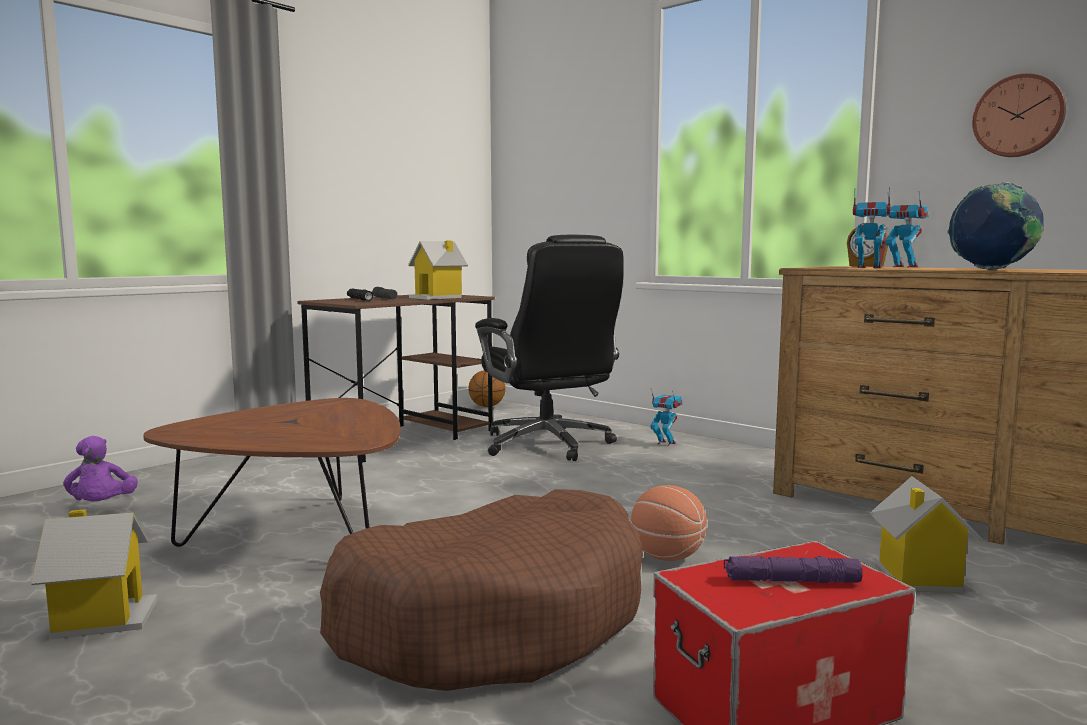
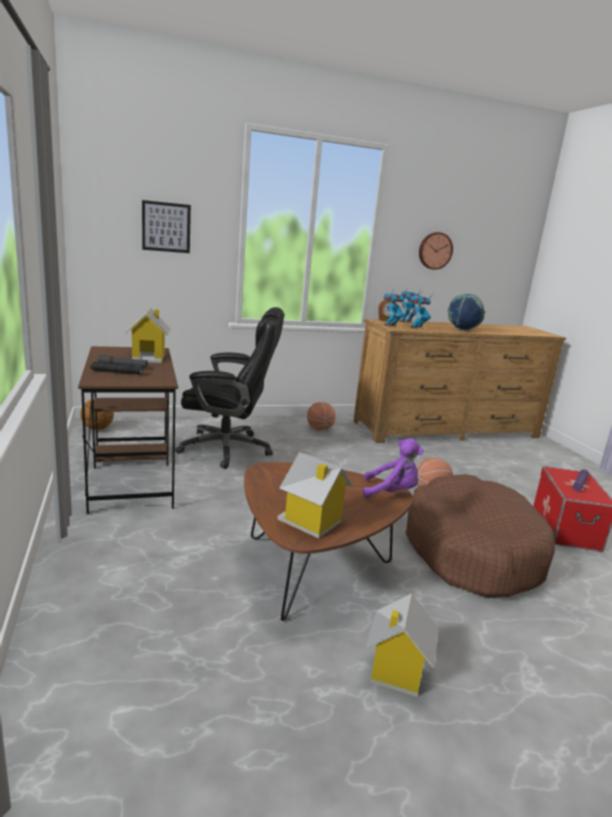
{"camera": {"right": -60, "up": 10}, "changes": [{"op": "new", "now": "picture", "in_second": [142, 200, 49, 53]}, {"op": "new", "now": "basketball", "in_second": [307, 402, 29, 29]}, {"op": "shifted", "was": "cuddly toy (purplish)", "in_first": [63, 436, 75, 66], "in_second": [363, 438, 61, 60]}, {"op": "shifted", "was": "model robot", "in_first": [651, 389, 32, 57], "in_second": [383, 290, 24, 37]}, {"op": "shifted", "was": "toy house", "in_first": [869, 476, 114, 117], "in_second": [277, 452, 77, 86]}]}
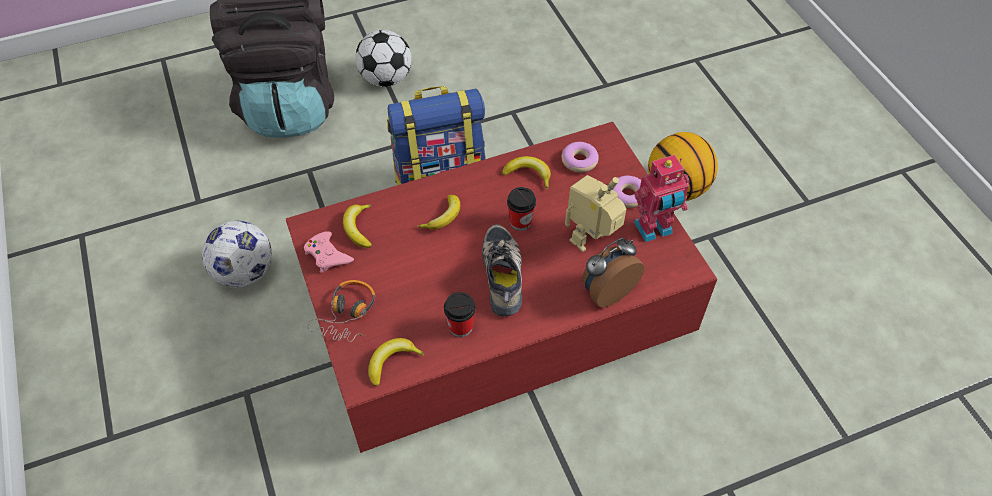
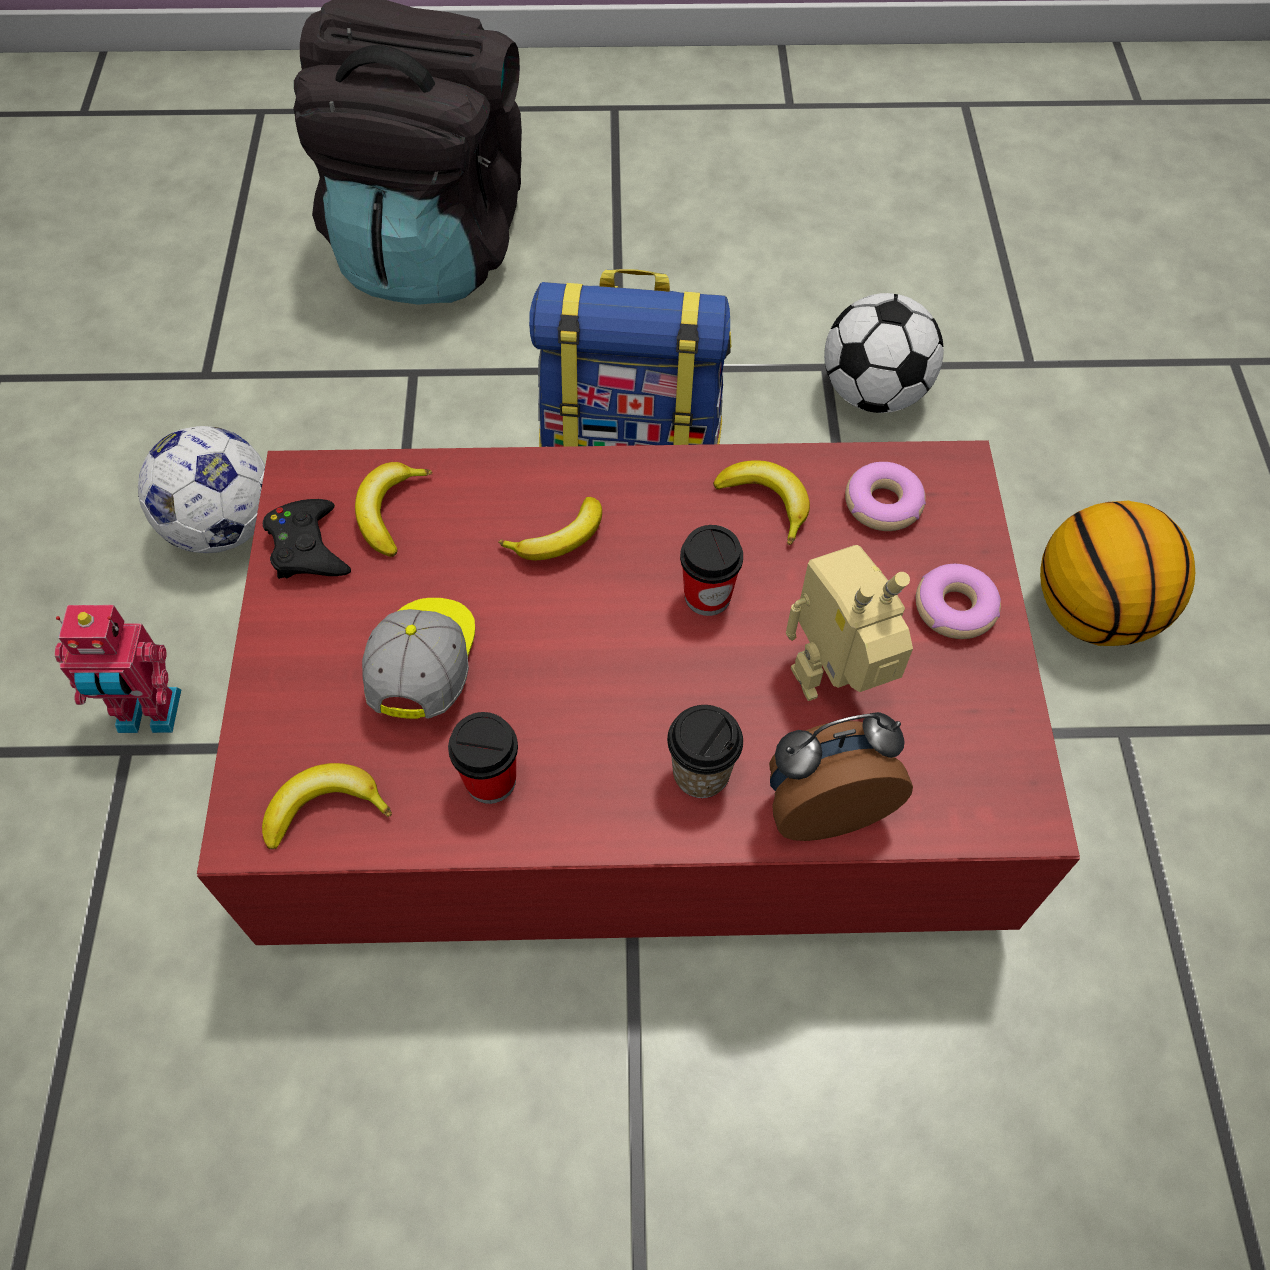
{"camera": {"right": 20, "up": 5}, "changes": [{"op": "gone", "was": "headset", "in_first": [307, 280, 68, 62]}, {"op": "gone", "was": "low shoe", "in_first": [482, 224, 40, 93]}, {"op": "new", "now": "peaked cap", "in_second": [362, 598, 113, 121]}, {"op": "new", "now": "small cup", "in_second": [667, 705, 76, 93]}, {"op": "shifted", "was": "football", "in_first": [355, 30, 57, 57], "in_second": [824, 293, 120, 120]}, {"op": "shifted", "was": "model robot", "in_first": [634, 155, 55, 87], "in_second": [55, 605, 126, 128]}, {"op": "repainted", "was": "joypad (pink-coloured)", "now": "joypad (black-coloured)", "in_first": [304, 231, 50, 42], "in_second": [263, 499, 88, 80]}]}
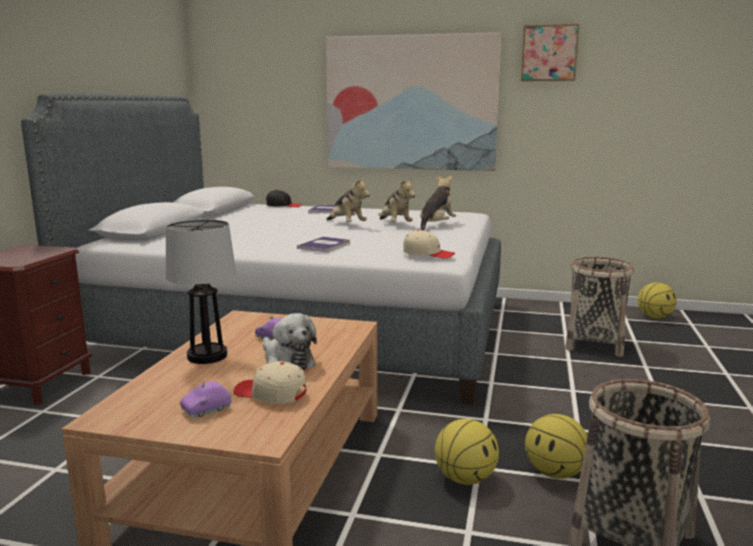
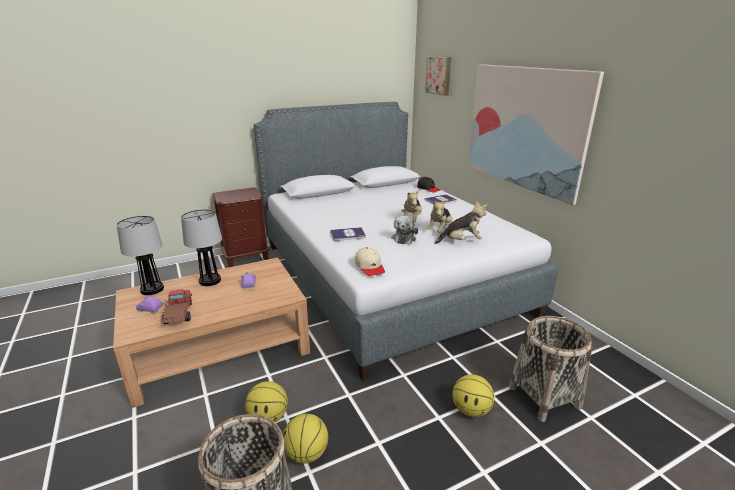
{"camera": {"right": 50, "up": 10}, "changes": [{"op": "new", "now": "tabletop lamp", "in_second": [117, 216, 47, 79]}, {"op": "shifted", "was": "cuddly toy", "in_first": [263, 313, 54, 57], "in_second": [391, 216, 27, 28]}, {"op": "shifted", "was": "picture", "in_first": [521, 24, 58, 57], "in_second": [425, 56, 26, 40]}, {"op": "shifted", "was": "basketball", "in_first": [637, 282, 40, 36], "in_second": [452, 374, 42, 43]}, {"op": "swapped", "was": "peaked cap (beige)", "now": "toy lorry", "in_first": [234, 361, 73, 43], "in_second": [160, 289, 32, 35]}]}
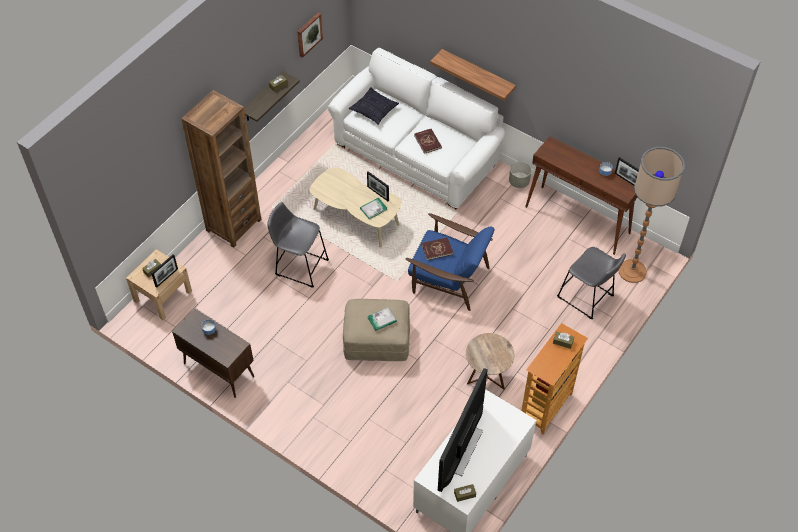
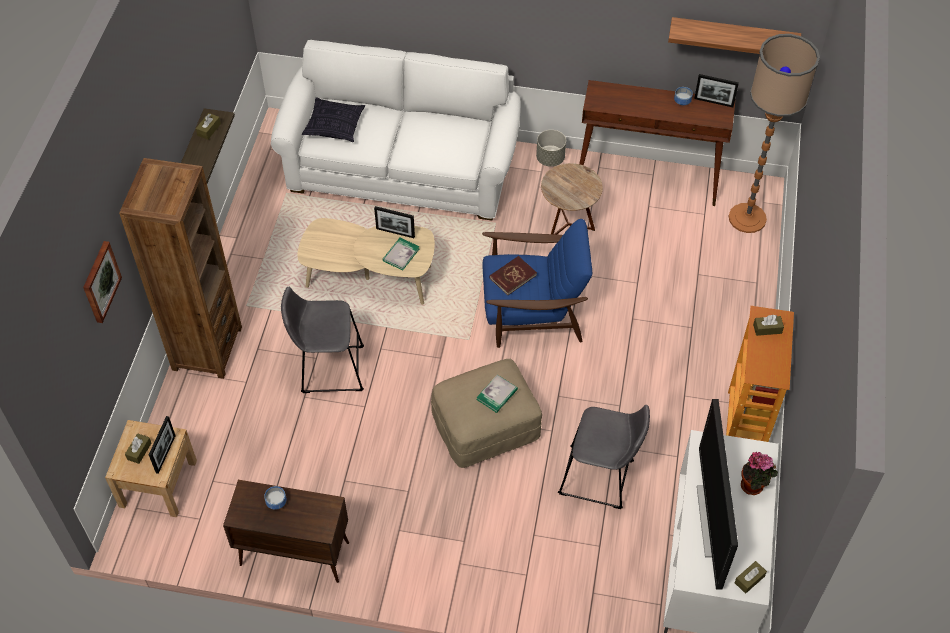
{"camera": {"right": -25, "up": 0}, "changes": [{"op": "gone", "was": "volume (reddish)", "in_first": [414, 129, 28, 25]}, {"op": "new", "now": "plant in a pot", "in_second": [741, 452, 37, 43]}, {"op": "shifted", "was": "picture", "in_first": [297, 12, 26, 46], "in_second": [83, 241, 39, 82]}, {"op": "shifted", "was": "wall shelf", "in_first": [430, 49, 86, 52], "in_second": [668, 17, 133, 37]}, {"op": "shifted", "was": "side table (brownish)", "in_first": [466, 333, 48, 57], "in_second": [541, 163, 62, 72]}, {"op": "shifted", "was": "sitting stool (gray)", "in_first": [557, 247, 69, 73], "in_second": [558, 405, 92, 104]}]}
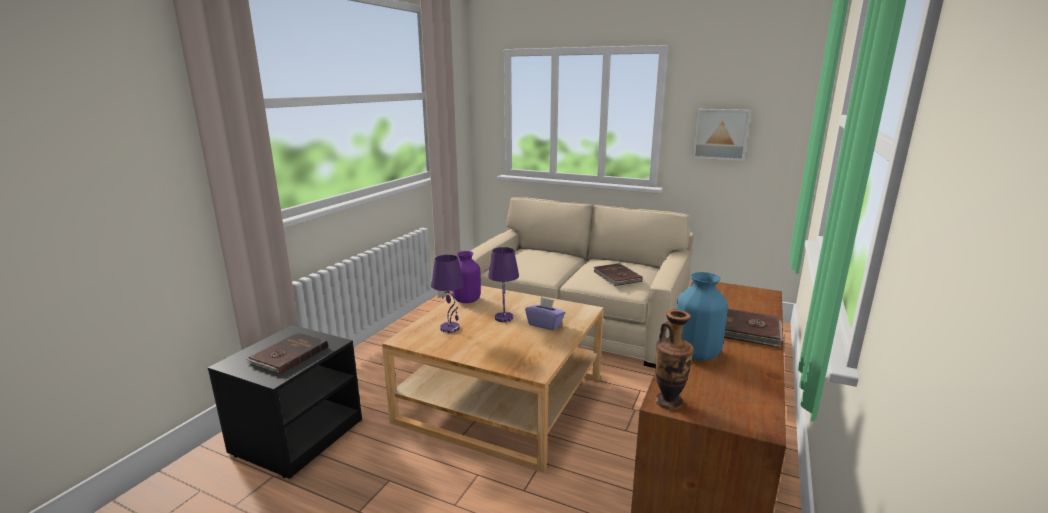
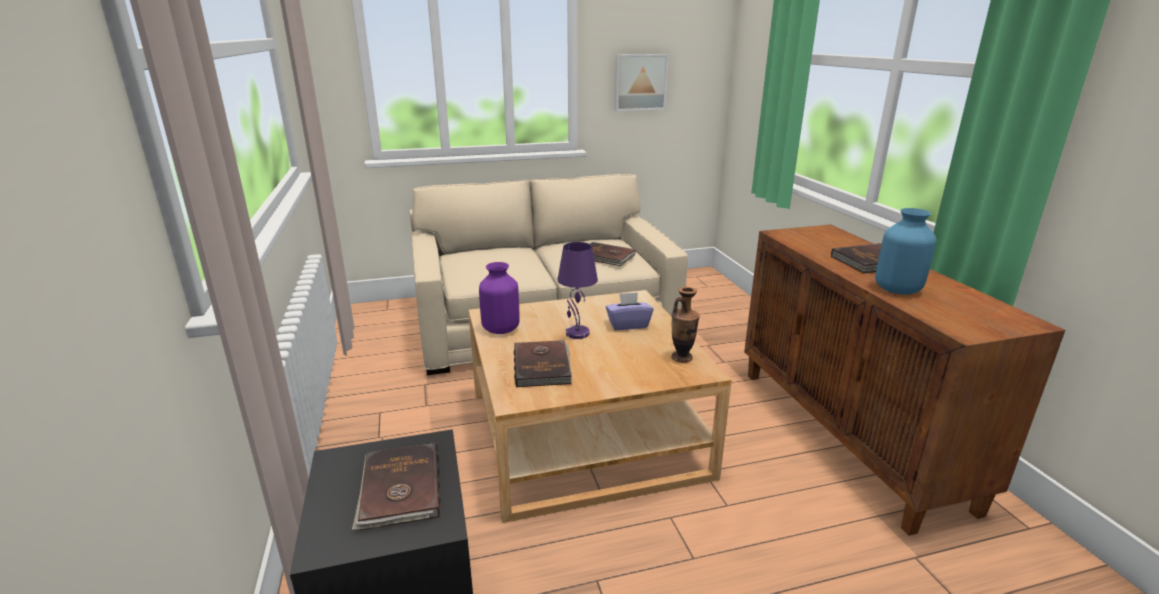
{"camera": {"right": -40, "up": 5}, "changes": [{"op": "shifted", "was": "decorative vase", "in_first": [655, 310, 39, 100], "in_second": [671, 287, 29, 76]}, {"op": "swapped", "was": "tabletop lamp (purplish)", "now": "volume (brownish)", "in_first": [431, 255, 33, 78], "in_second": [514, 340, 58, 47]}]}
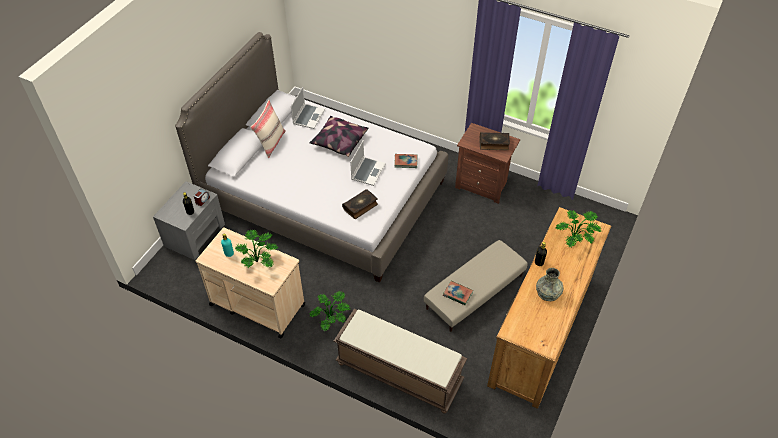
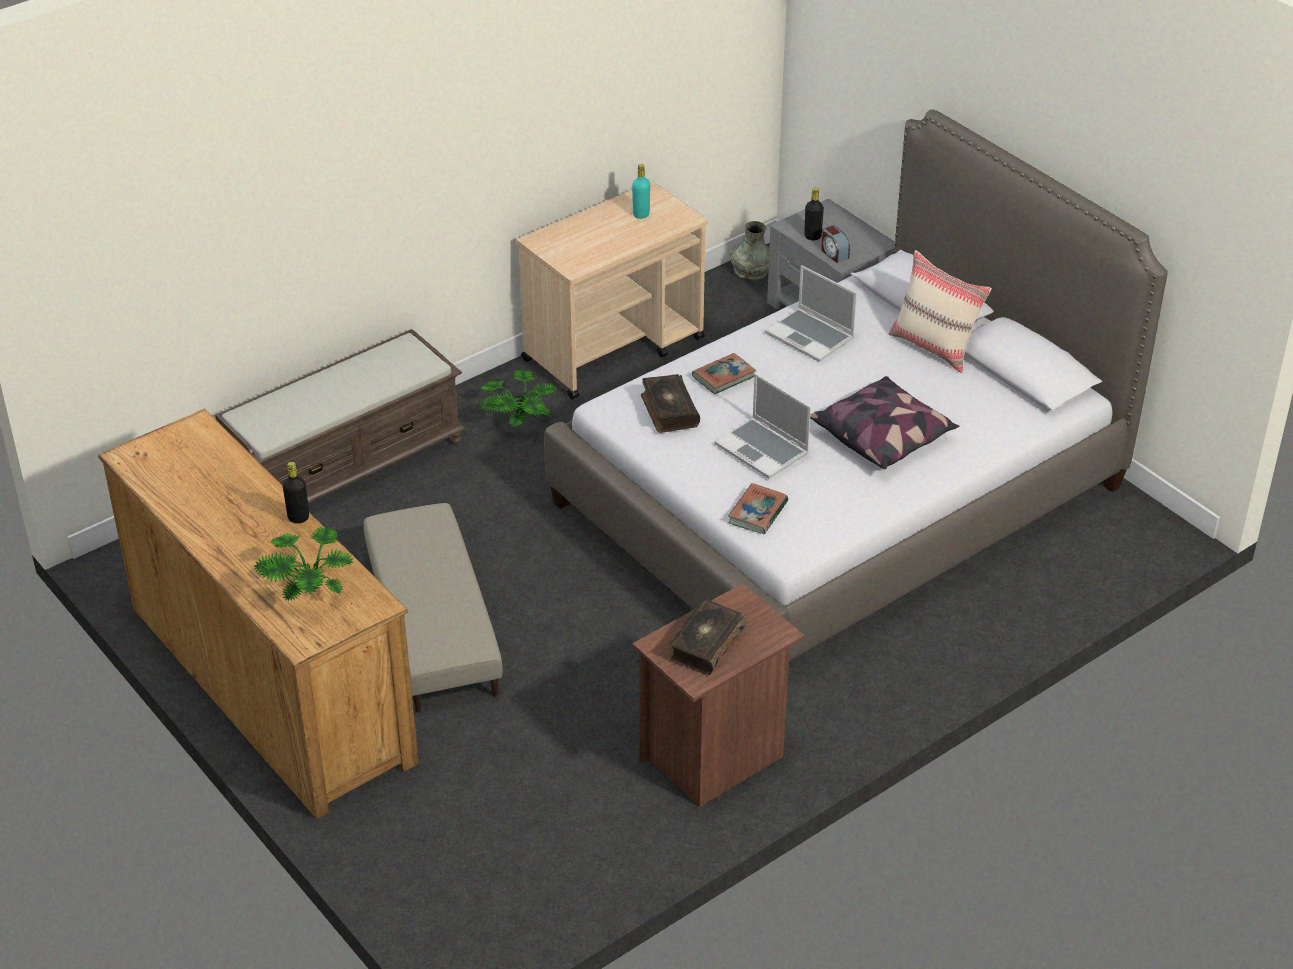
{"camera": {"right": 115, "up": -10}, "changes": [{"op": "gone", "was": "plant in a pot", "in_first": [235, 229, 44, 39]}, {"op": "shifted", "was": "notebook computer", "in_first": [291, 87, 34, 42], "in_second": [765, 265, 92, 97]}, {"op": "shifted", "was": "volume", "in_first": [443, 281, 30, 24], "in_second": [692, 353, 64, 41]}, {"op": "shifted", "was": "decorative vase (gray)", "in_first": [536, 268, 27, 34], "in_second": [730, 221, 39, 60]}]}
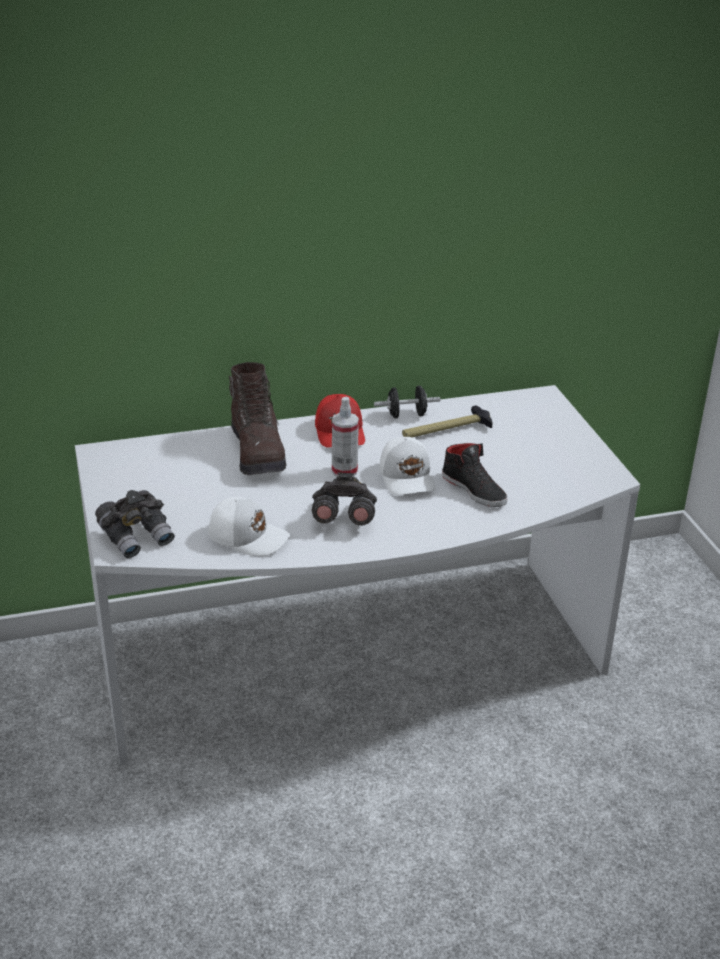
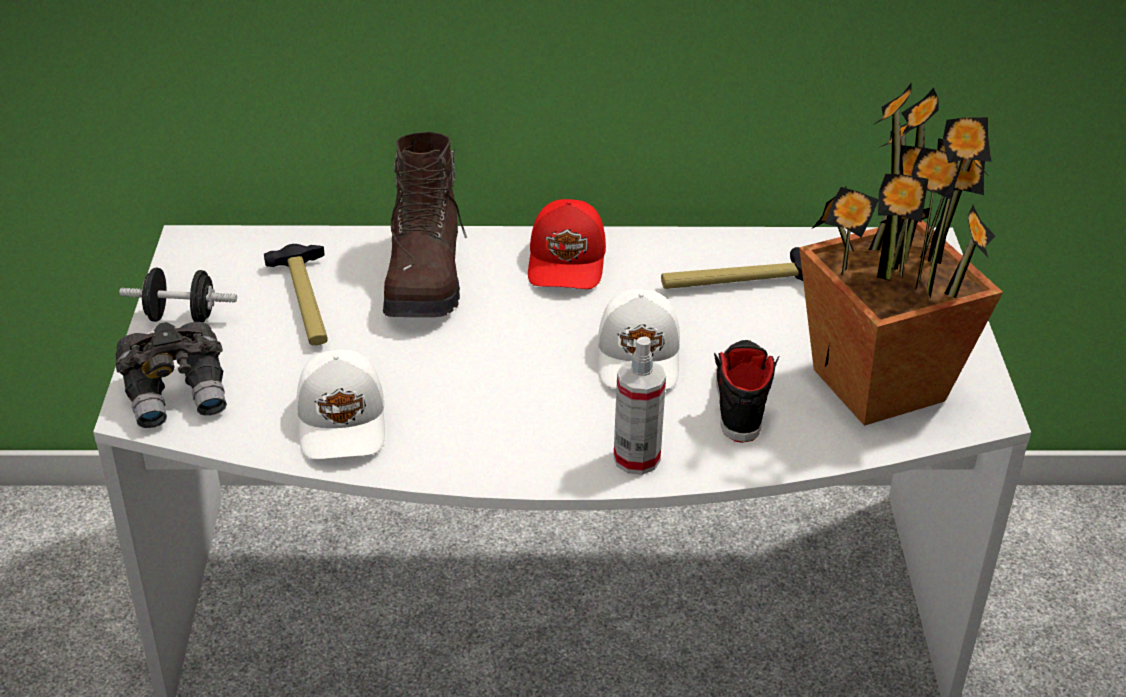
{"camera": {"right": 15, "up": 5}, "changes": [{"op": "gone", "was": "pair of binoculars (gray)", "in_first": [311, 472, 66, 54]}, {"op": "new", "now": "hand hammer", "in_second": [264, 244, 64, 101]}, {"op": "new", "now": "plant in a pot", "in_second": [799, 82, 204, 344]}, {"op": "shifted", "was": "hand sprayer", "in_first": [332, 397, 27, 80], "in_second": [614, 336, 52, 139]}, {"op": "shifted", "was": "free weight (black-coloured)", "in_first": [374, 386, 66, 32], "in_second": [119, 268, 118, 54]}, {"op": "rotated", "was": "peaked cap (white-coloured)", "in_first": [208, 497, 82, 59], "in_second": [297, 350, 88, 109], "clockwise": 45}, {"op": "rotated", "was": "low shoe (black-coloured)", "in_first": [442, 443, 65, 64], "in_second": [714, 340, 65, 103], "clockwise": -150}]}
